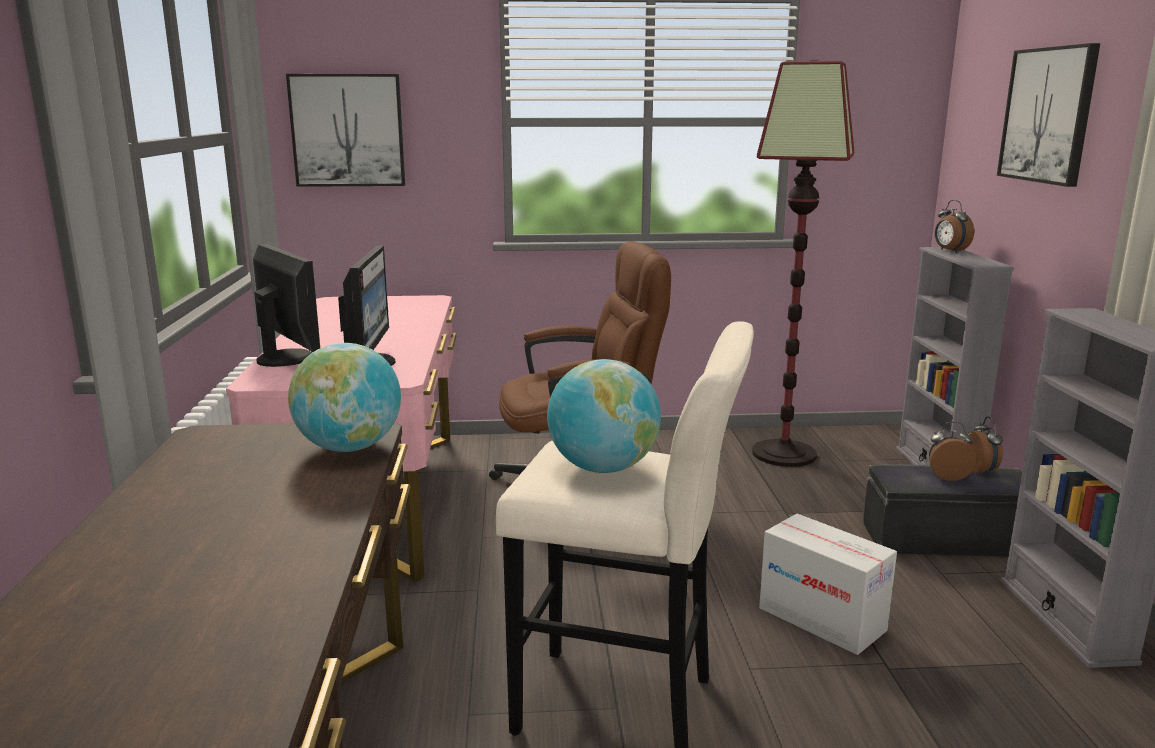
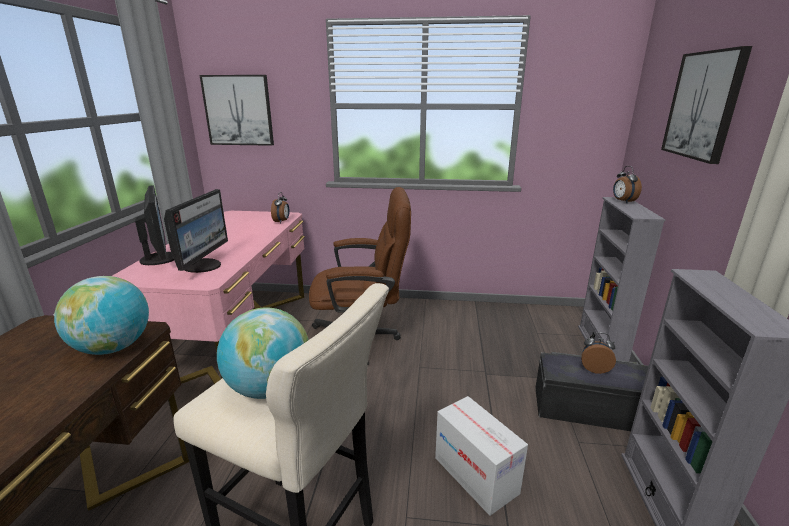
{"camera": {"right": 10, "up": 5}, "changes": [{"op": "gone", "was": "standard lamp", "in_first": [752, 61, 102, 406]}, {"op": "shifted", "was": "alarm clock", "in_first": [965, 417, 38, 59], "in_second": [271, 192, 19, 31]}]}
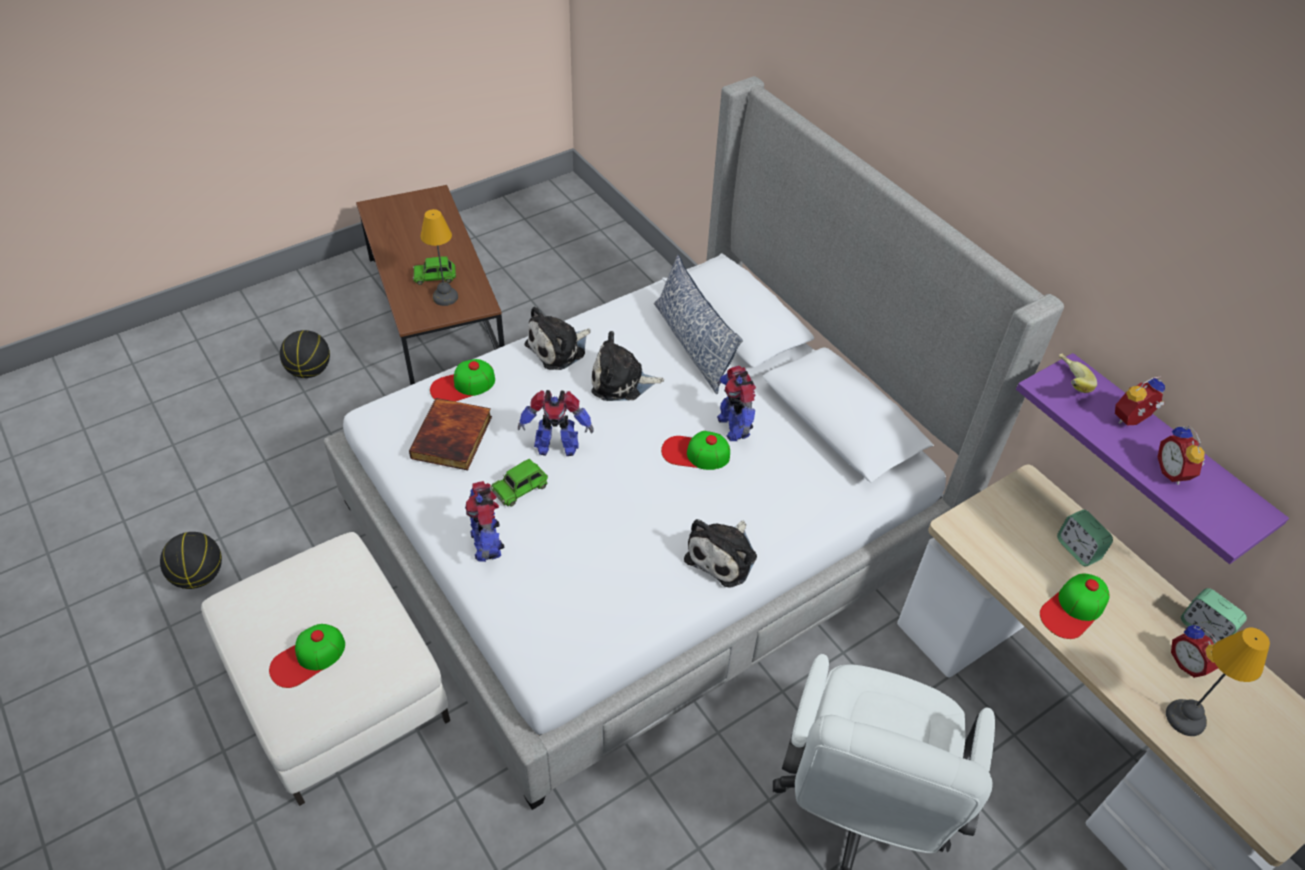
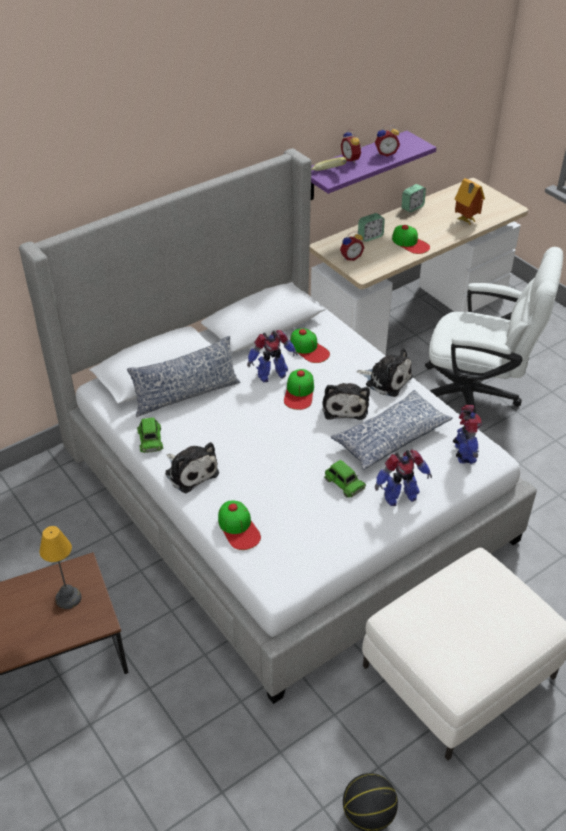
{"camera": {"right": -90, "up": -5}, "changes": [{"op": "gone", "was": "basketball", "in_first": [280, 330, 50, 48]}, {"op": "gone", "was": "volume", "in_first": [409, 398, 83, 72]}, {"op": "new", "now": "cushion", "in_second": [331, 390, 122, 80]}, {"op": "shifted", "was": "peaked cap", "in_first": [269, 624, 76, 64], "in_second": [290, 328, 40, 35]}, {"op": "shifted", "was": "toy car (greenish)", "in_first": [413, 256, 43, 29], "in_second": [137, 417, 26, 36]}, {"op": "shifted", "was": "model robot", "in_first": [518, 390, 76, 66], "in_second": [453, 405, 29, 59]}, {"op": "shifted", "was": "cuddly toy", "in_first": [591, 331, 73, 70], "in_second": [322, 383, 48, 37]}, {"op": "shifted", "was": "alarm clock", "in_first": [1171, 625, 47, 53], "in_second": [340, 232, 24, 29]}, {"op": "swapped", "was": "tabletop lamp", "now": "toy house", "in_first": [1166, 628, 104, 108], "in_second": [455, 178, 30, 47]}]}
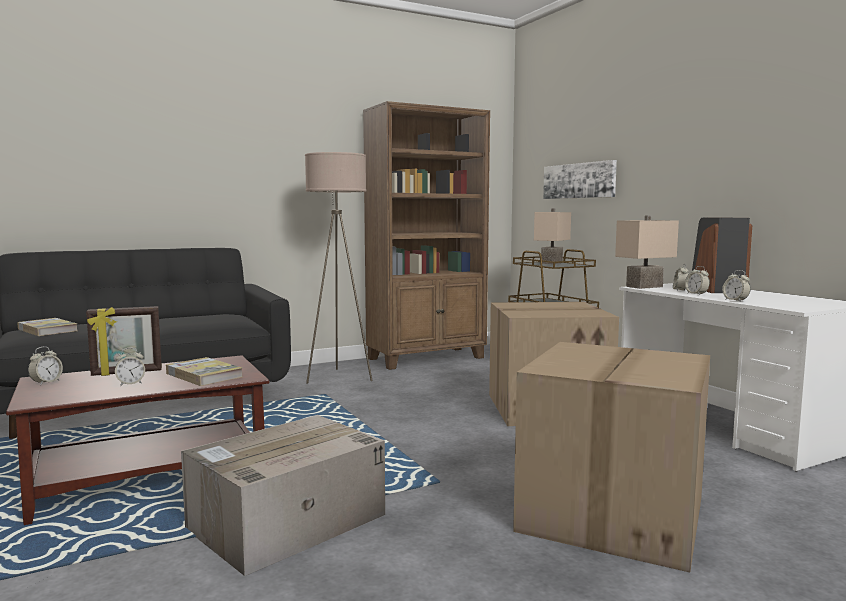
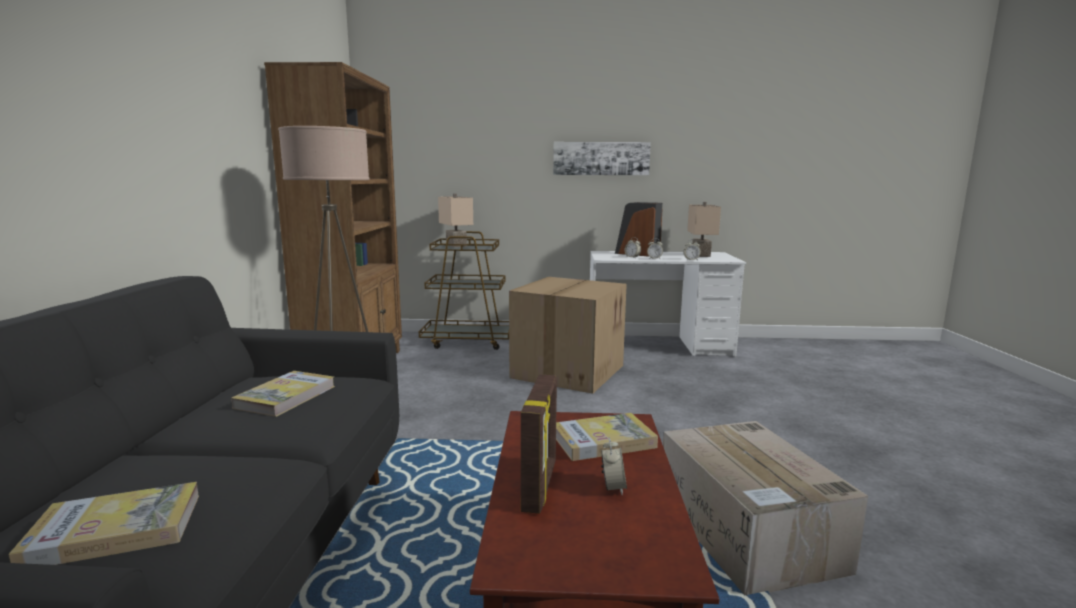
{"camera": {"right": -60, "up": 5}, "changes": [{"op": "gone", "was": "alarm clock", "in_first": [28, 347, 35, 38]}, {"op": "gone", "was": "carton", "in_first": [513, 342, 197, 230]}, {"op": "new", "now": "volume", "in_second": [231, 371, 104, 46]}, {"op": "shifted", "was": "picture", "in_first": [543, 160, 74, 39], "in_second": [553, 142, 98, 33]}, {"op": "shifted", "was": "tabletop lamp (beige)", "in_first": [615, 215, 64, 74], "in_second": [687, 202, 34, 55]}]}
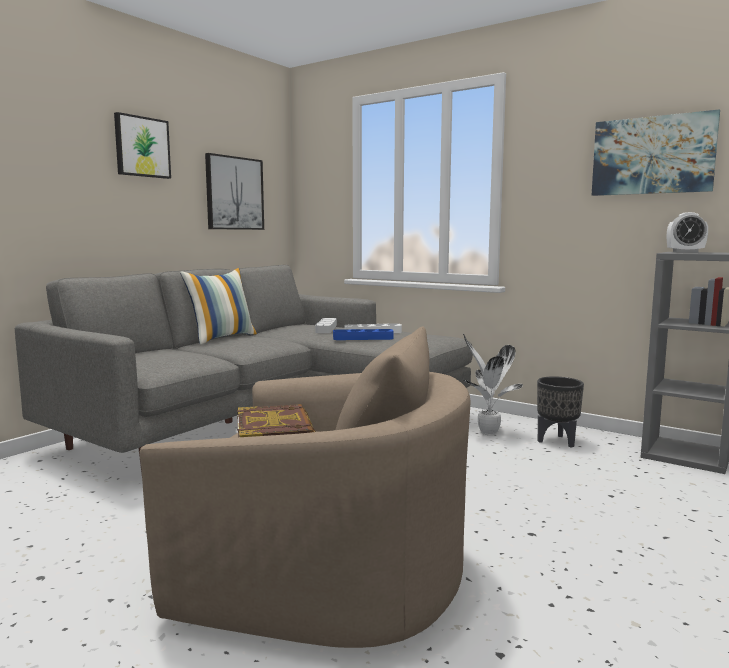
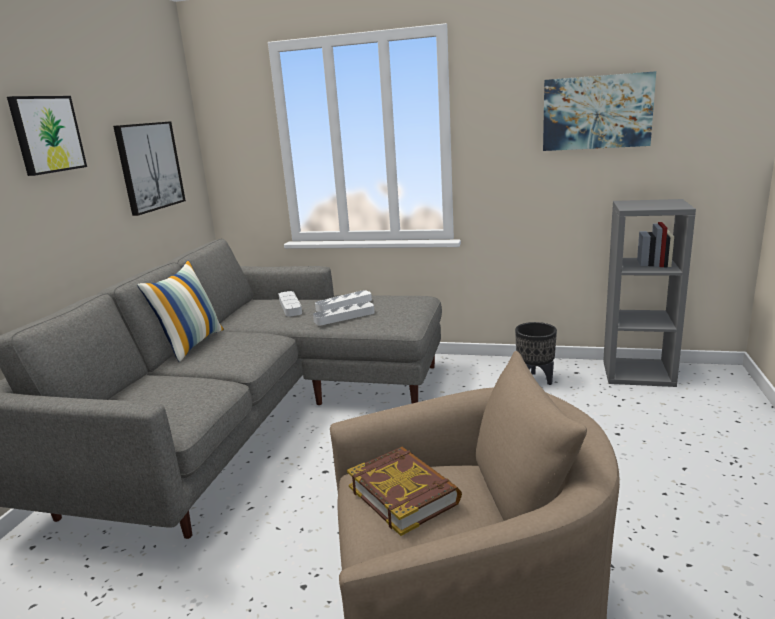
{"camera": {"right": -20, "up": 10}, "changes": [{"op": "gone", "was": "plant in a pot", "in_first": [463, 333, 60, 102]}, {"op": "gone", "was": "alarm clock", "in_first": [667, 212, 41, 41]}, {"op": "repainted", "was": "carrying tray (blue-coloured)", "now": "carrying tray (gray)", "in_first": [333, 329, 61, 11], "in_second": [313, 302, 62, 23]}]}
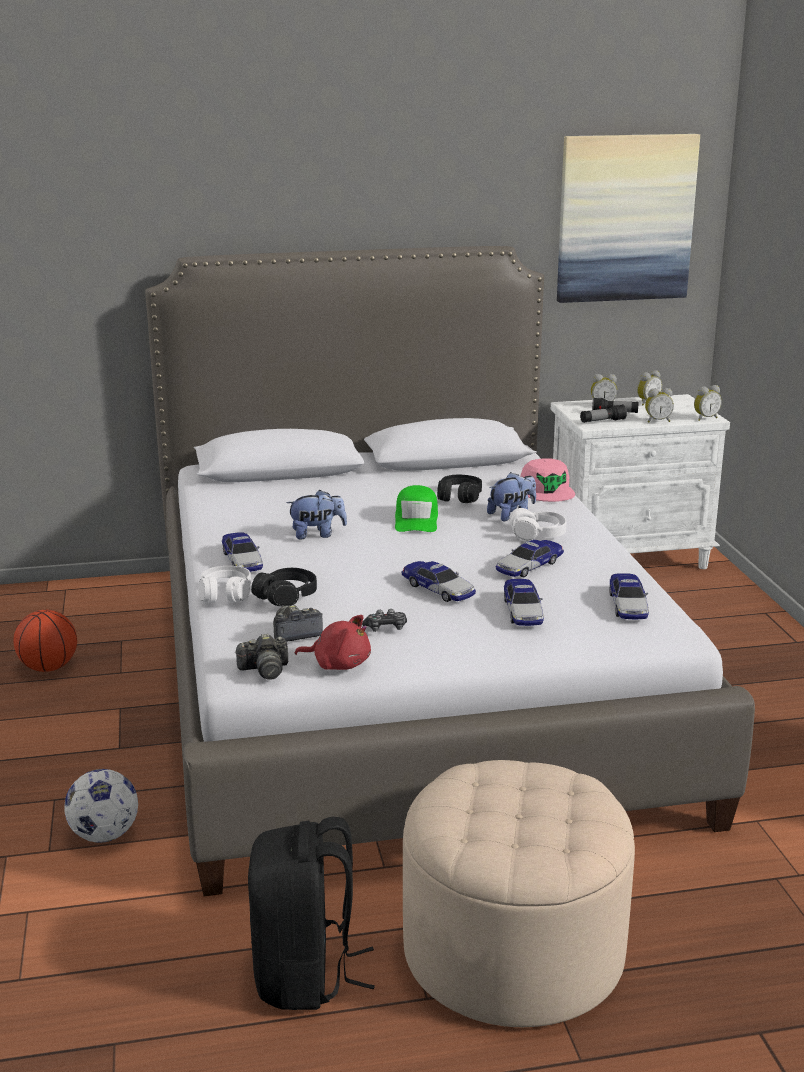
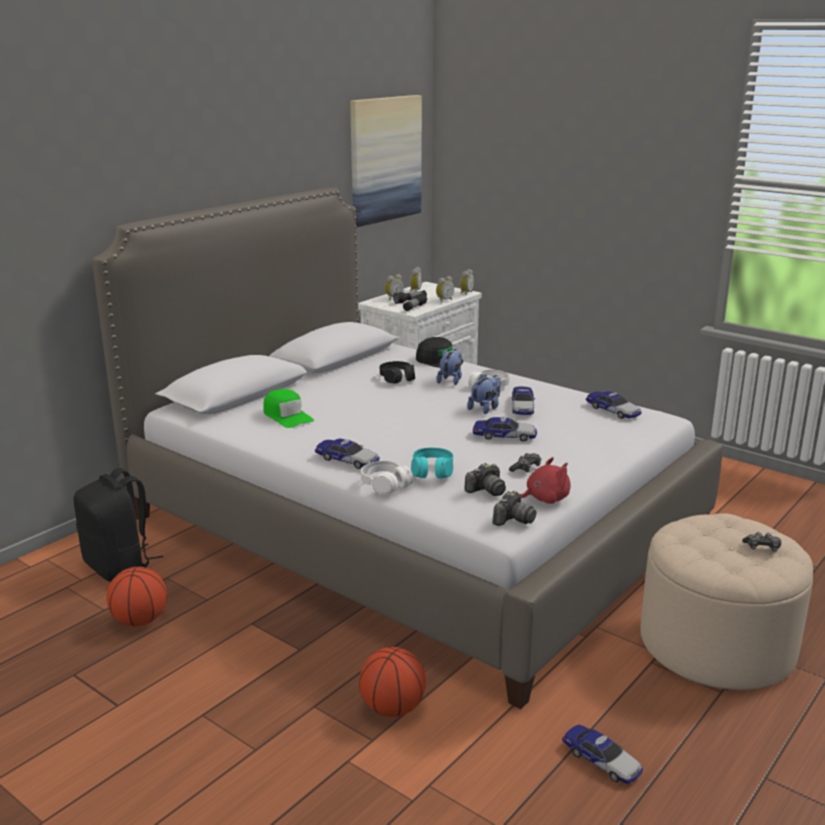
{"camera": {"right": -40, "up": 0}, "changes": [{"op": "new", "now": "joypad", "in_second": [742, 532, 39, 20]}, {"op": "shifted", "was": "backpack (black-coloured)", "in_first": [248, 817, 127, 193], "in_second": [74, 468, 89, 114]}, {"op": "shifted", "was": "cuddly toy", "in_first": [286, 490, 61, 49], "in_second": [467, 374, 34, 40]}, {"op": "shifted", "was": "peaked cap (greenish)", "in_first": [395, 485, 43, 47], "in_second": [263, 389, 51, 39]}, {"op": "shifted", "was": "toy car", "in_first": [504, 579, 40, 47], "in_second": [562, 724, 81, 60]}, {"op": "swapped", "was": "football", "now": "basketball", "in_first": [64, 769, 74, 74], "in_second": [359, 647, 67, 70]}, {"op": "repainted", "was": "headset (black-coloured)", "now": "headset (blue-green)", "in_first": [251, 568, 66, 39], "in_second": [411, 448, 42, 30]}, {"op": "repainted", "was": "peaked cap (pink-coloured)", "now": "peaked cap (black-coloured)", "in_first": [520, 458, 55, 44], "in_second": [416, 337, 47, 31]}, {"op": "rotated", "was": "still camera", "in_first": [273, 605, 50, 37], "in_second": [464, 463, 42, 33], "clockwise": -150}]}
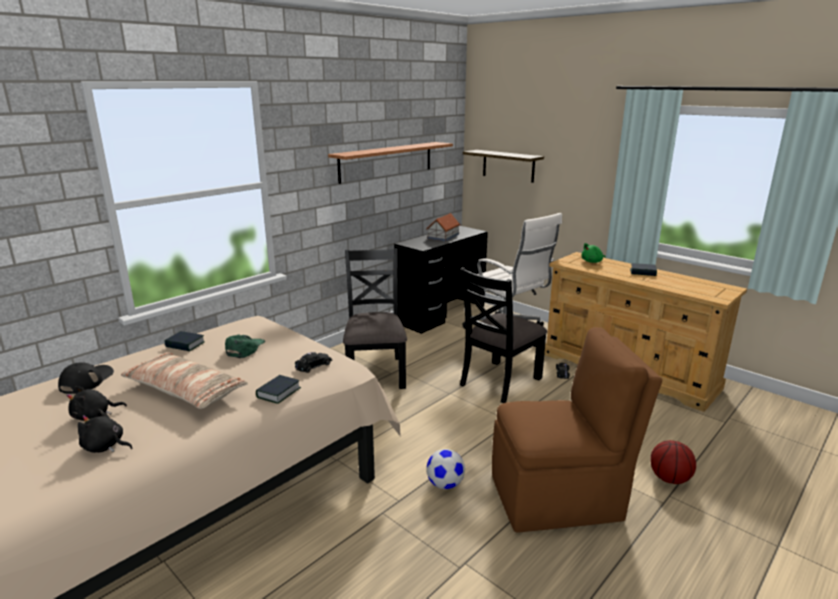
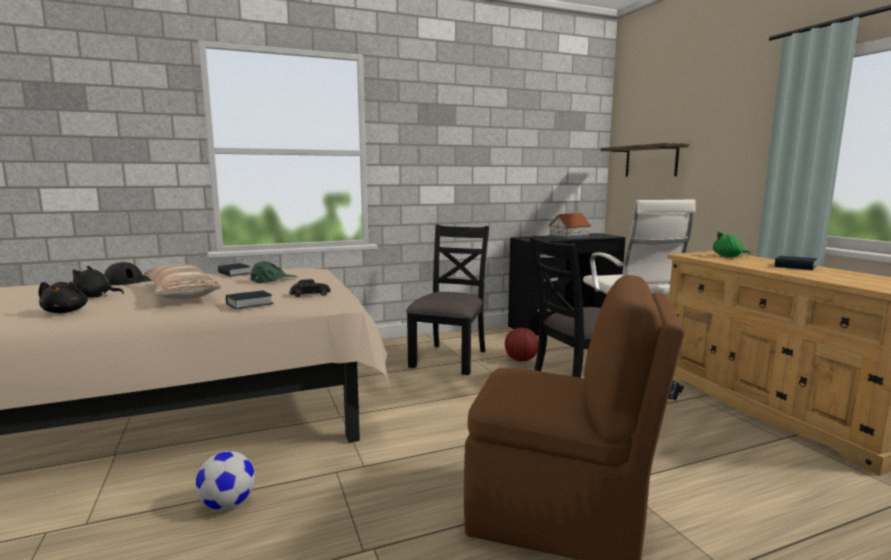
{"camera": {"right": 25, "up": -10}, "changes": [{"op": "gone", "was": "wall shelf", "in_first": [328, 142, 125, 42]}, {"op": "shifted", "was": "football", "in_first": [426, 449, 39, 40], "in_second": [195, 451, 60, 59]}, {"op": "shifted", "was": "basketball", "in_first": [650, 440, 46, 44], "in_second": [505, 328, 33, 34]}, {"op": "rotated", "was": "cuddly toy (black-coloured)", "in_first": [78, 409, 55, 44], "in_second": [38, 281, 50, 32], "clockwise": -150}]}
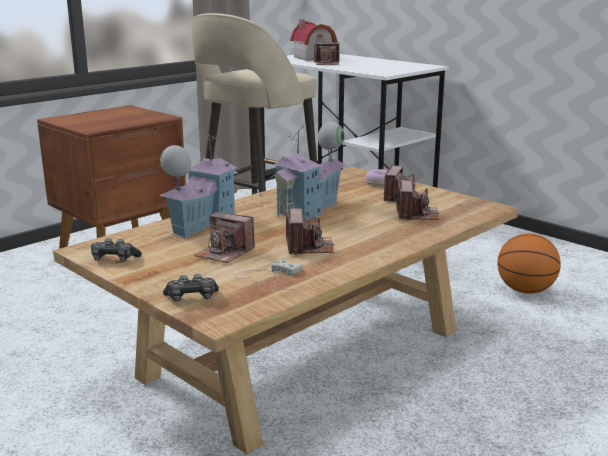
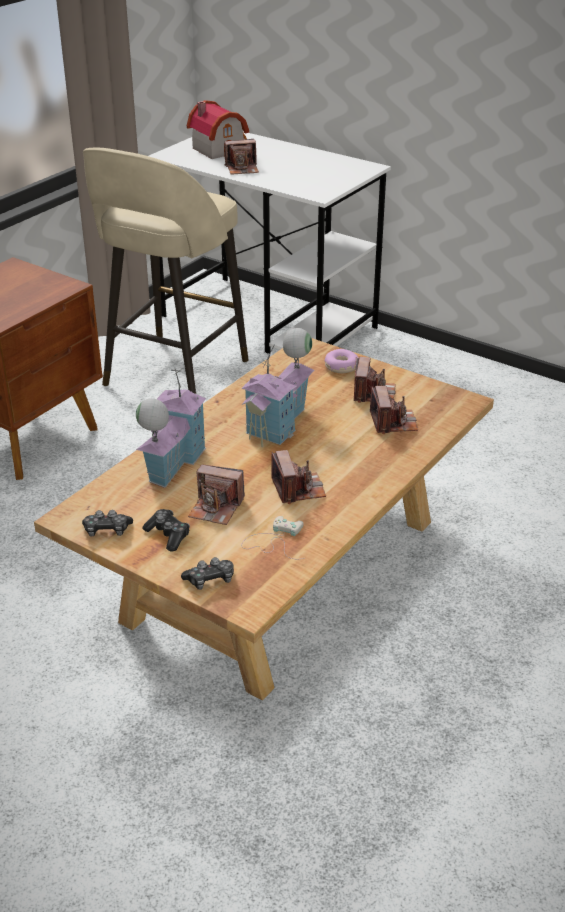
{"camera": {"right": -10, "up": 15}, "changes": [{"op": "gone", "was": "basketball", "in_first": [497, 233, 64, 61]}, {"op": "new", "now": "joypad", "in_second": [142, 509, 48, 42]}]}
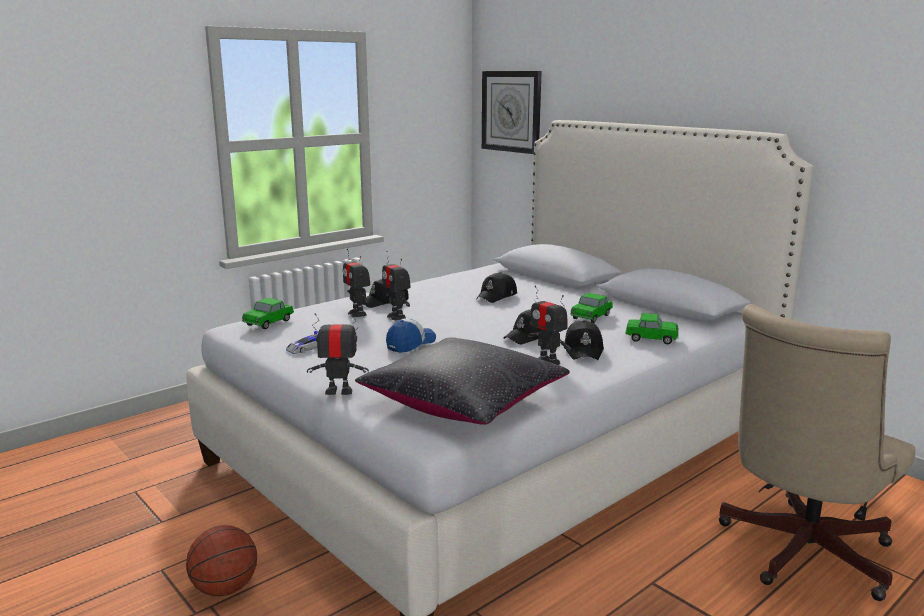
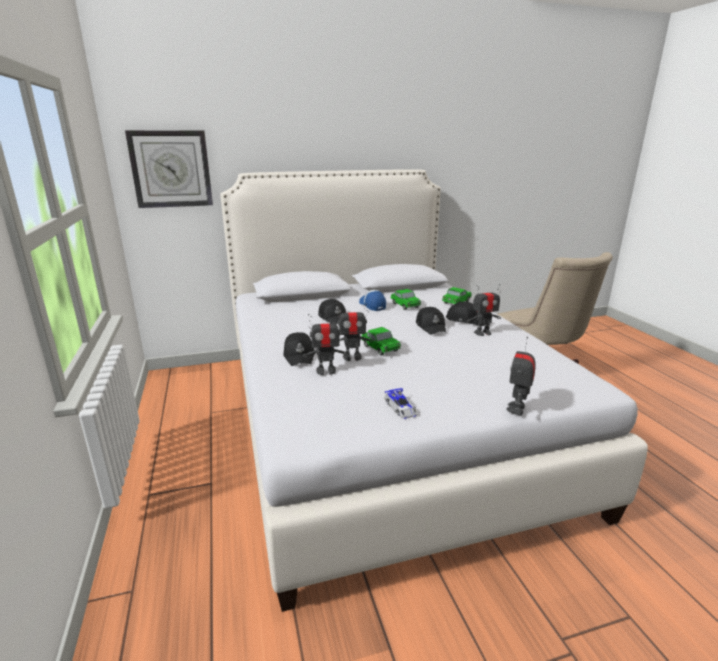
{"camera": {"right": -65, "up": 5}, "changes": [{"op": "gone", "was": "basketball", "in_first": [186, 525, 71, 72]}, {"op": "gone", "was": "cushion (black-coloured)", "in_first": [355, 337, 215, 88]}, {"op": "shifted", "was": "toy car", "in_first": [242, 298, 52, 31], "in_second": [362, 327, 39, 29]}, {"op": "shifted", "was": "peaked cap", "in_first": [386, 318, 50, 35], "in_second": [359, 290, 27, 21]}]}
